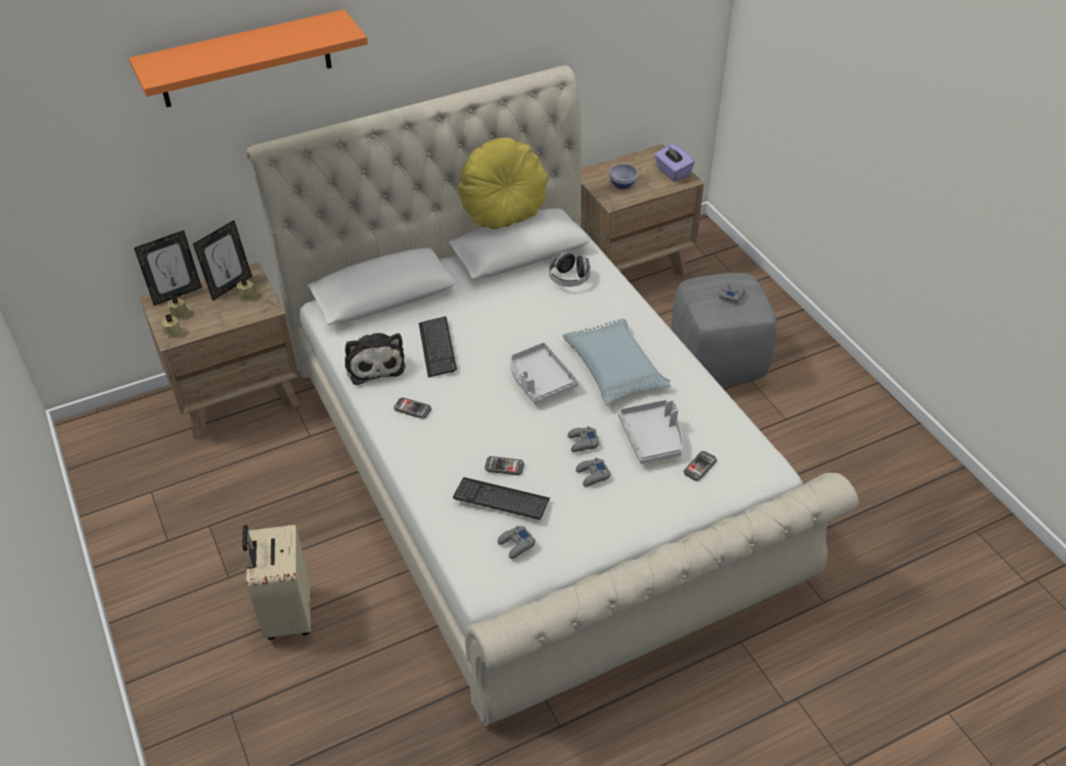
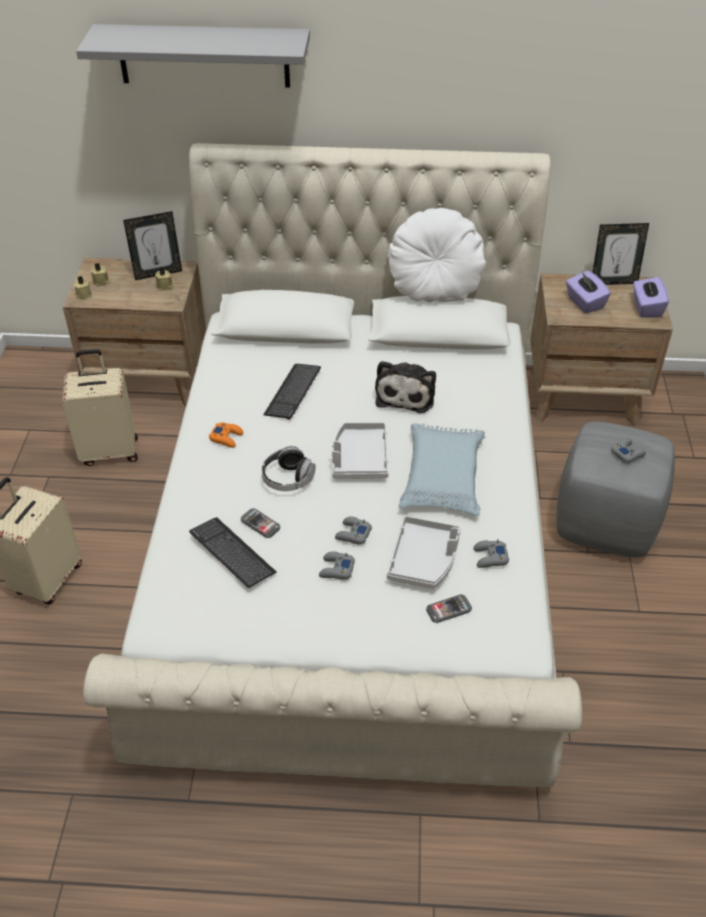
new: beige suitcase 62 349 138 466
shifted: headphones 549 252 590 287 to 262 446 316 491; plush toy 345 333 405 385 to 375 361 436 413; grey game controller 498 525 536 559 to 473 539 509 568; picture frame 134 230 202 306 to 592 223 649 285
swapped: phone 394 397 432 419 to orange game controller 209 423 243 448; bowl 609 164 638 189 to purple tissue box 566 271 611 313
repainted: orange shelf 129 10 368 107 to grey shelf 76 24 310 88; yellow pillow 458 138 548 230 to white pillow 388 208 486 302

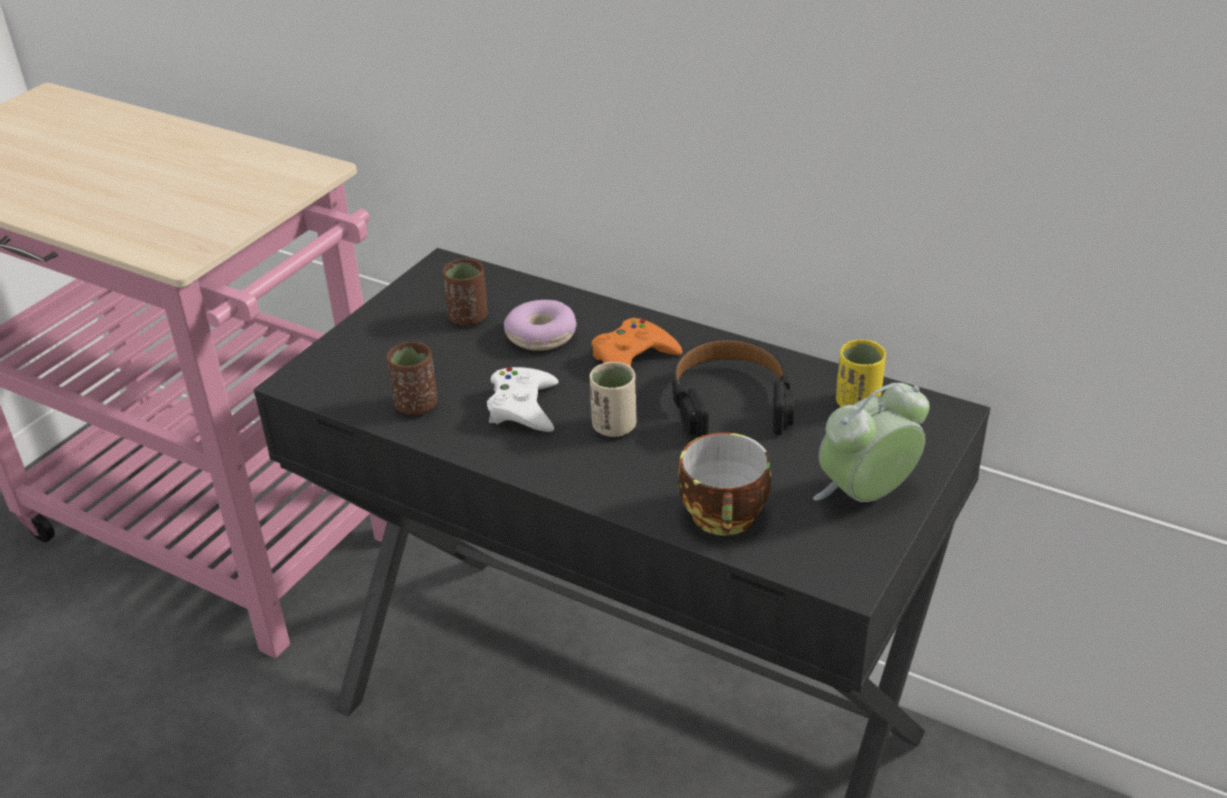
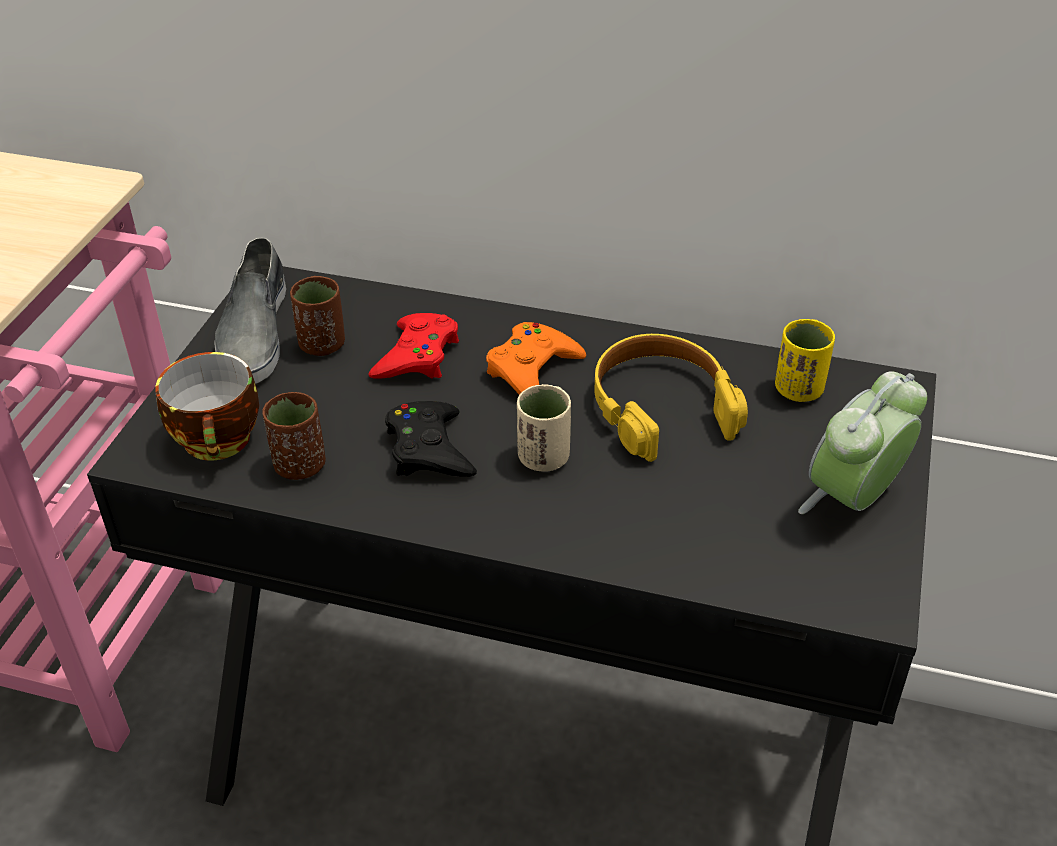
new: grey shoe 214 238 286 384
shifted: cup 678 432 771 535 to 155 352 259 460
swapped: donut 504 300 577 351 to red game controller 368 313 459 379
repainted: white game controller 487 367 558 432 to black game controller 385 401 477 477; black headphones 672 338 794 438 to yellow headphones 594 334 748 462

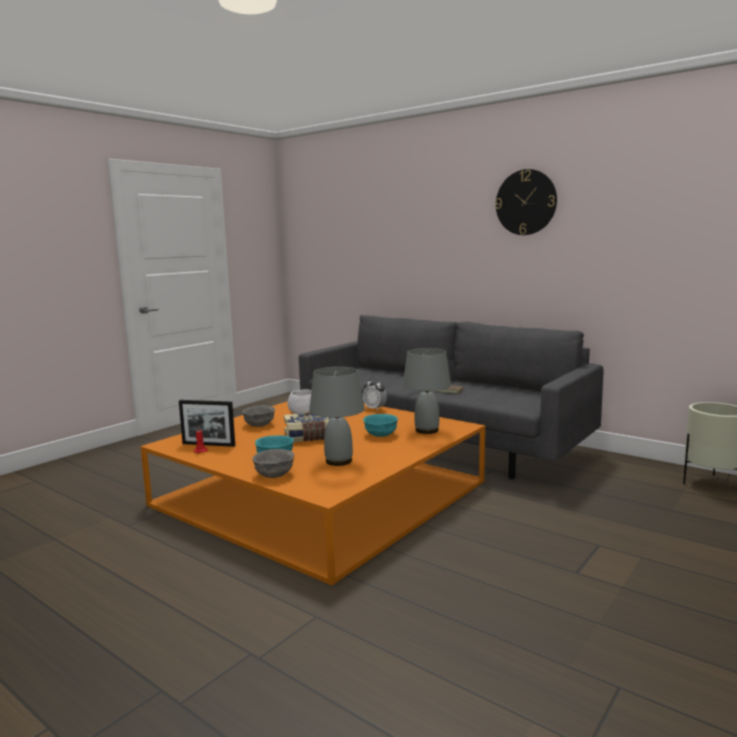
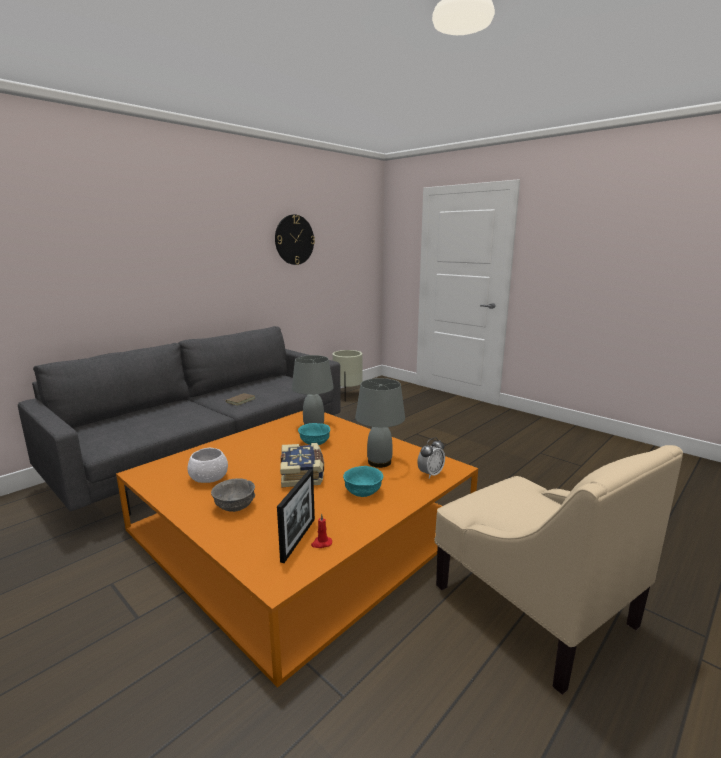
gone: grey bowl 252 449 294 478
new: beige armchair 434 445 683 695
shifted: wall clock 495 169 557 235 to 275 214 315 265; alarm clock 363 377 387 411 to 417 437 445 479

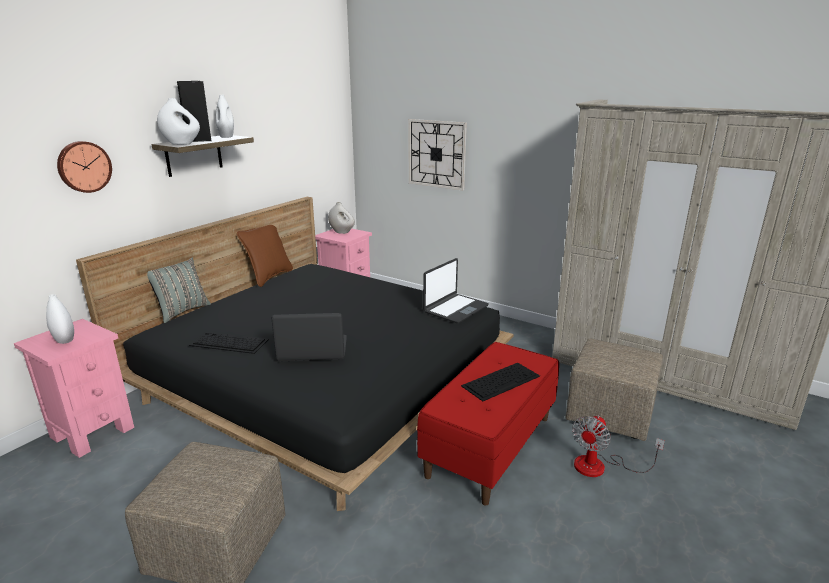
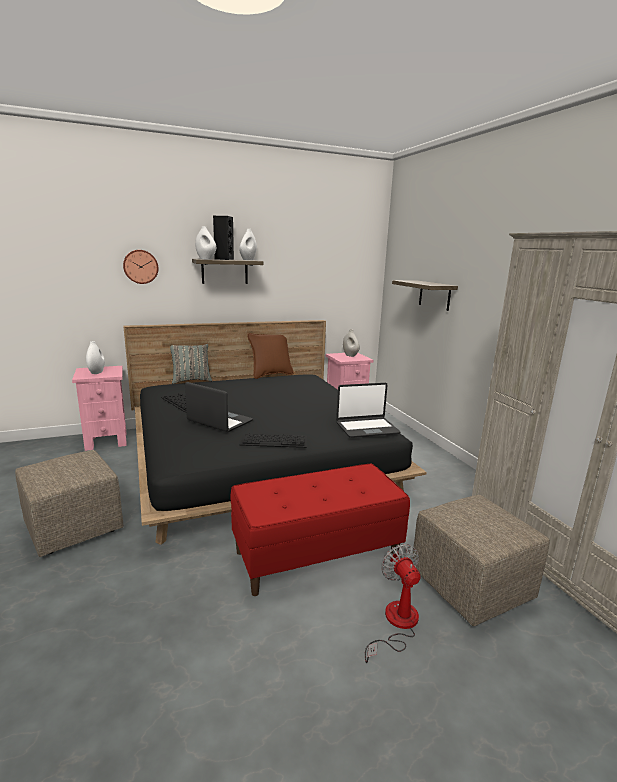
shifted: keyboard 461 363 540 401 to 240 434 307 448
swapped: wall clock 408 119 467 191 to shelf 392 280 458 311
rotated: fan 572 415 665 477 = 365 544 421 663 90 degrees clockwise

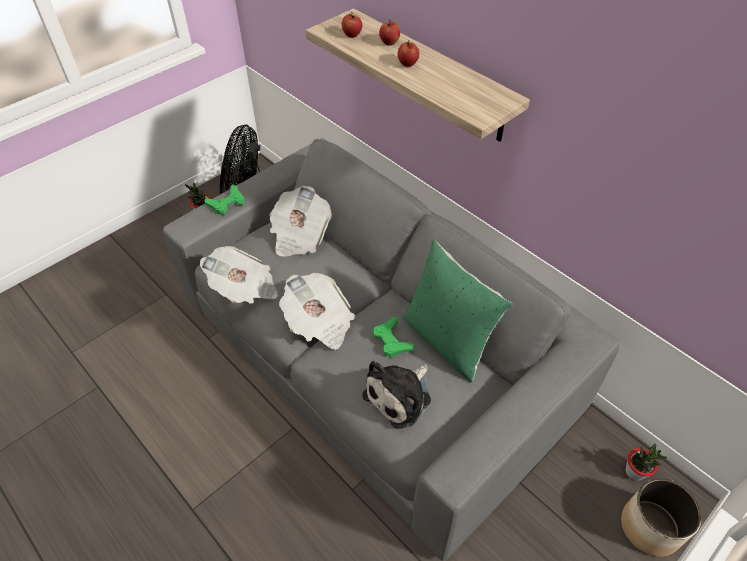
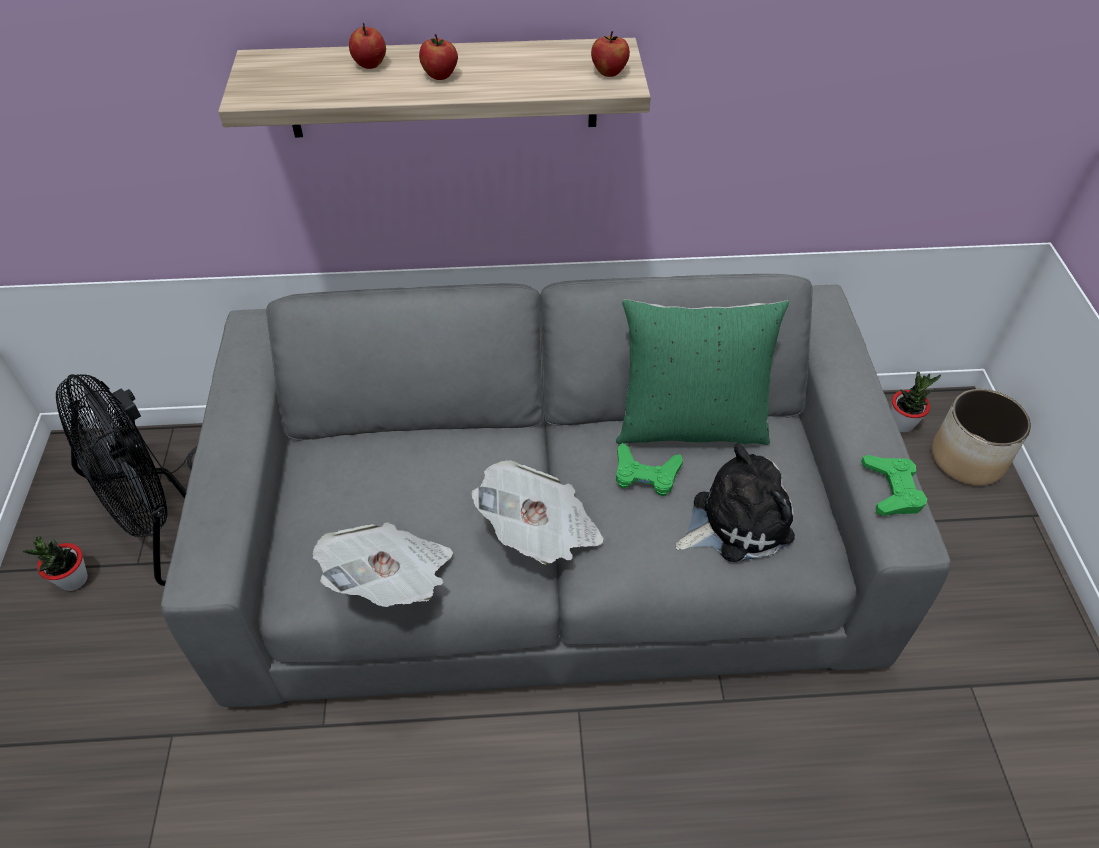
gone: newspaper 269 186 332 257
shifted: apple 342 12 362 38 to 591 31 630 77; green game controller 205 185 245 215 to 861 455 927 516
rotated: plush toy 362 361 431 429 = 676 443 795 562 105 degrees counterclockwise

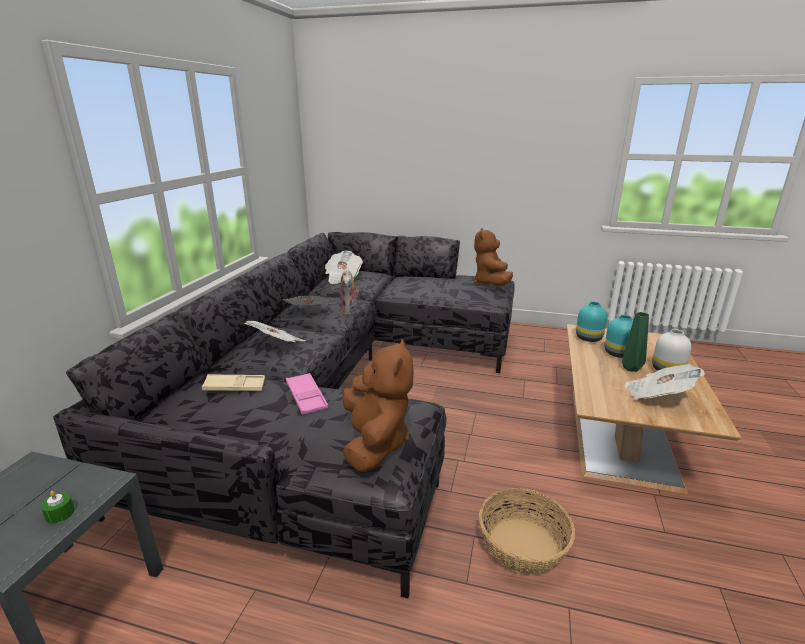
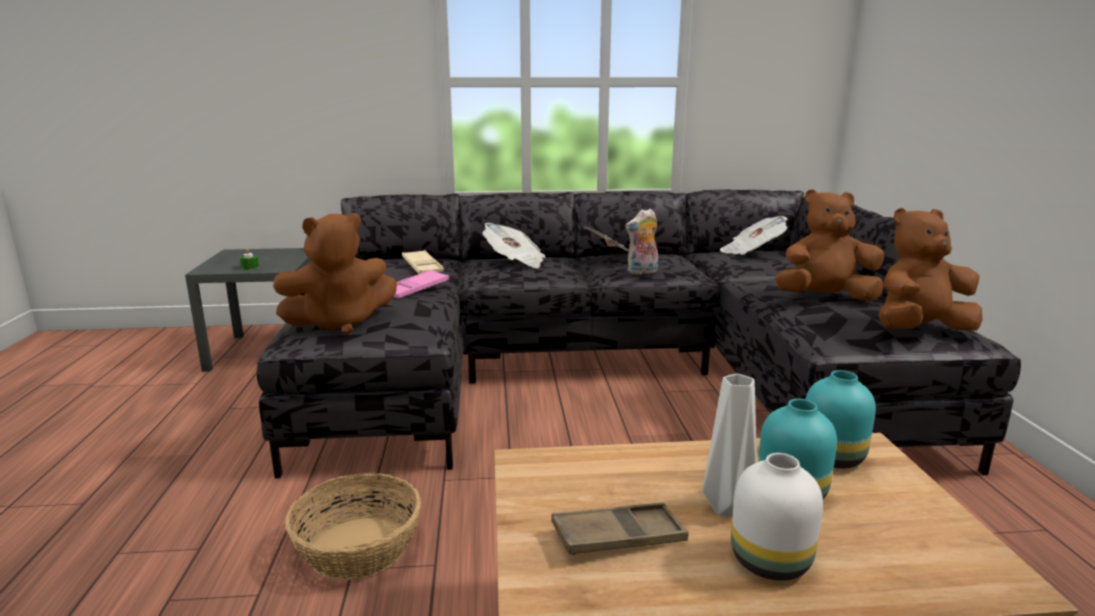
new: brown plush toy 776 189 884 301
swapped: newspaper 624 364 705 400 to brown tray 551 502 689 555
repainted: green vase 622 312 649 372 to grey vase 703 374 757 517

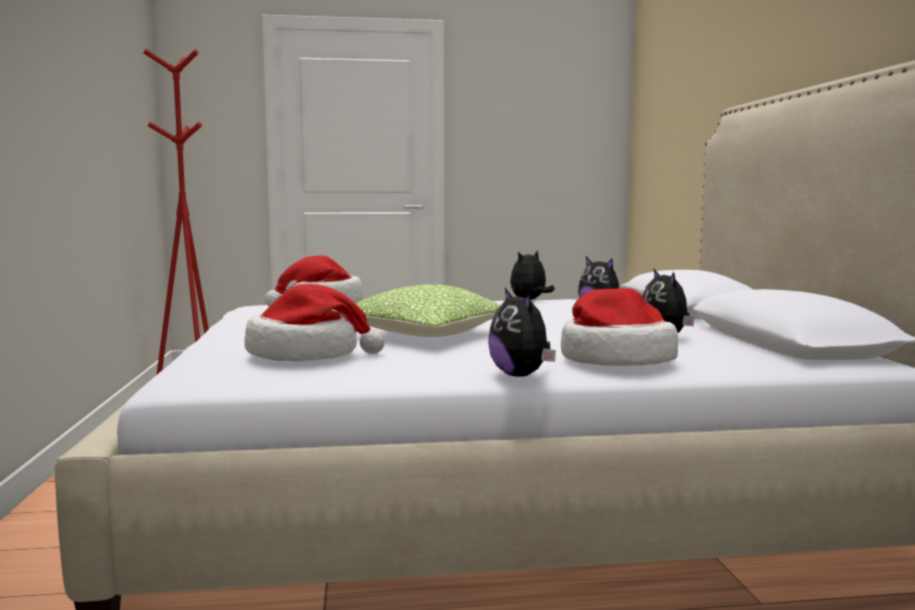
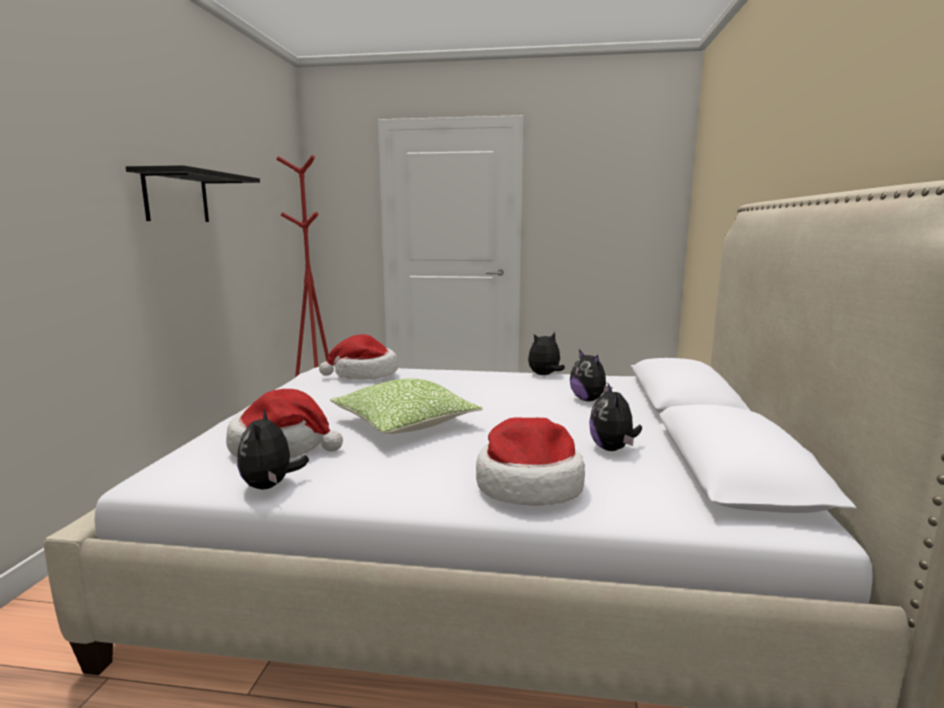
new: black shelf 126 165 260 222
shifted: plush toy 488 288 556 377 to 237 408 309 489

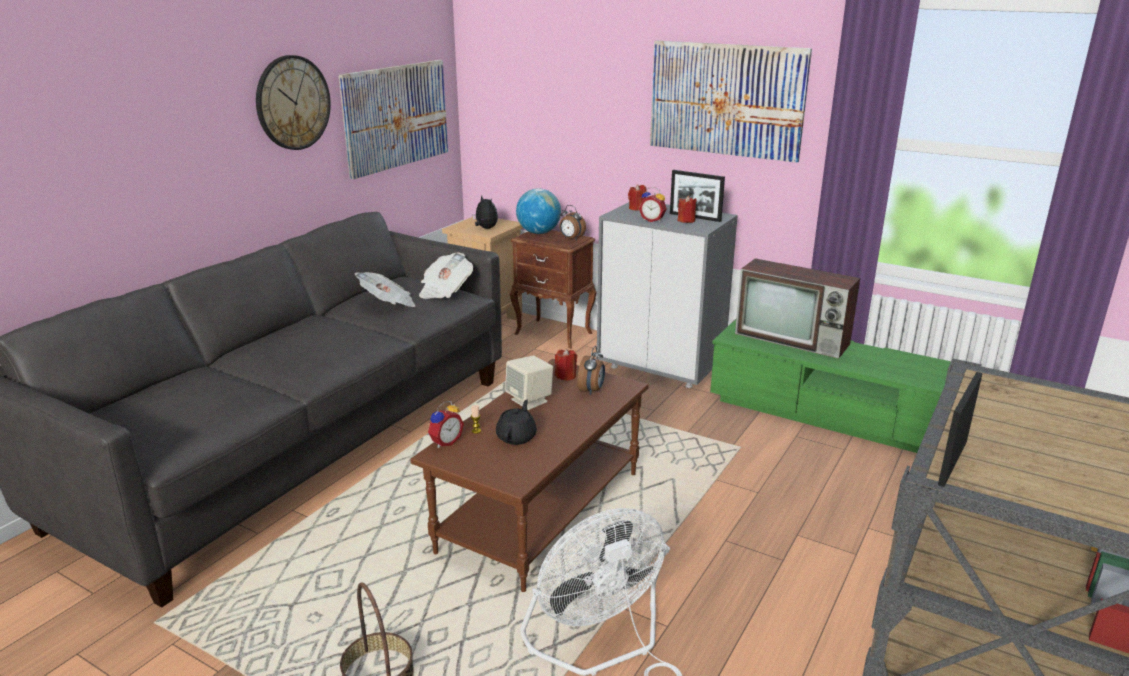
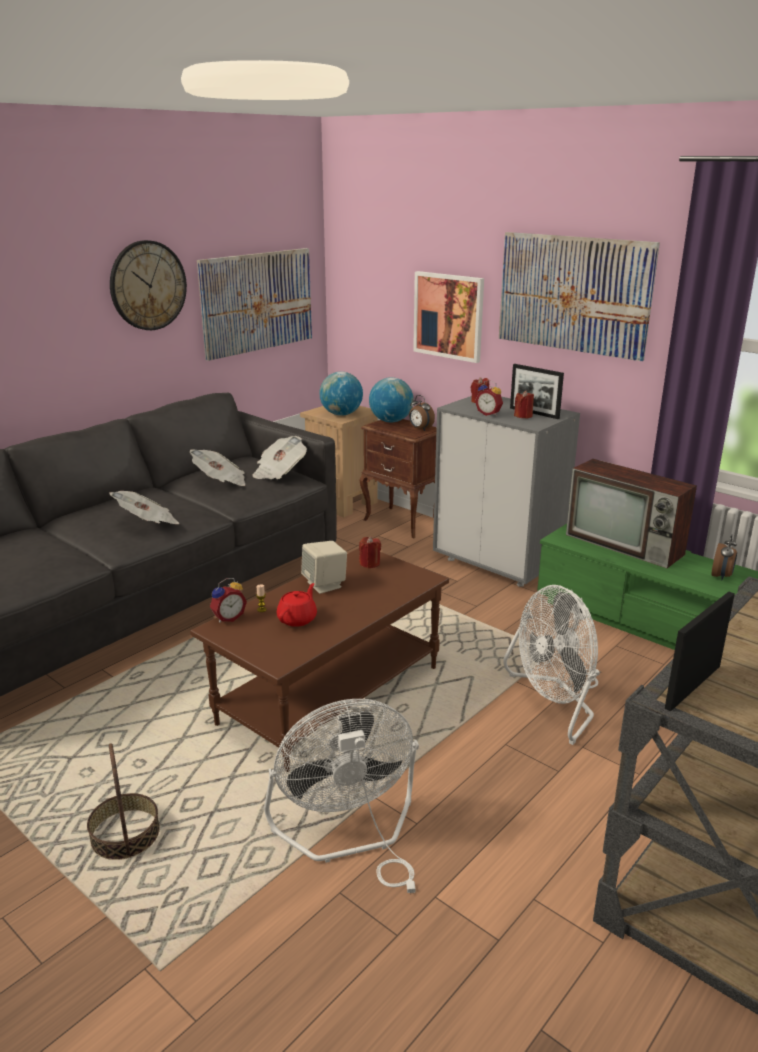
new: newspaper 109 491 180 524; picture 413 271 484 363; white fan 503 585 601 745
shifted: alarm clock 577 346 605 395 to 711 535 737 580
swapped: plush toy 473 196 498 229 to globe 319 372 363 416
repainted: black teapot 496 400 537 445 to red teapot 277 583 317 627

